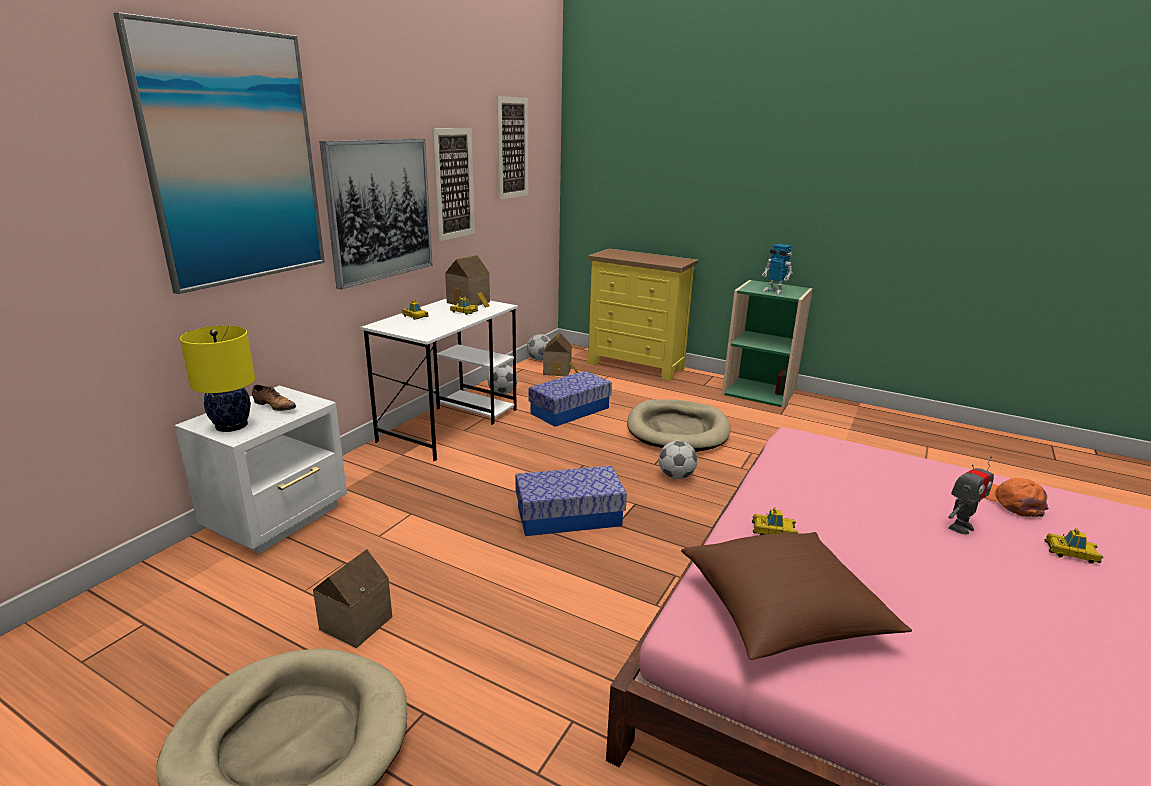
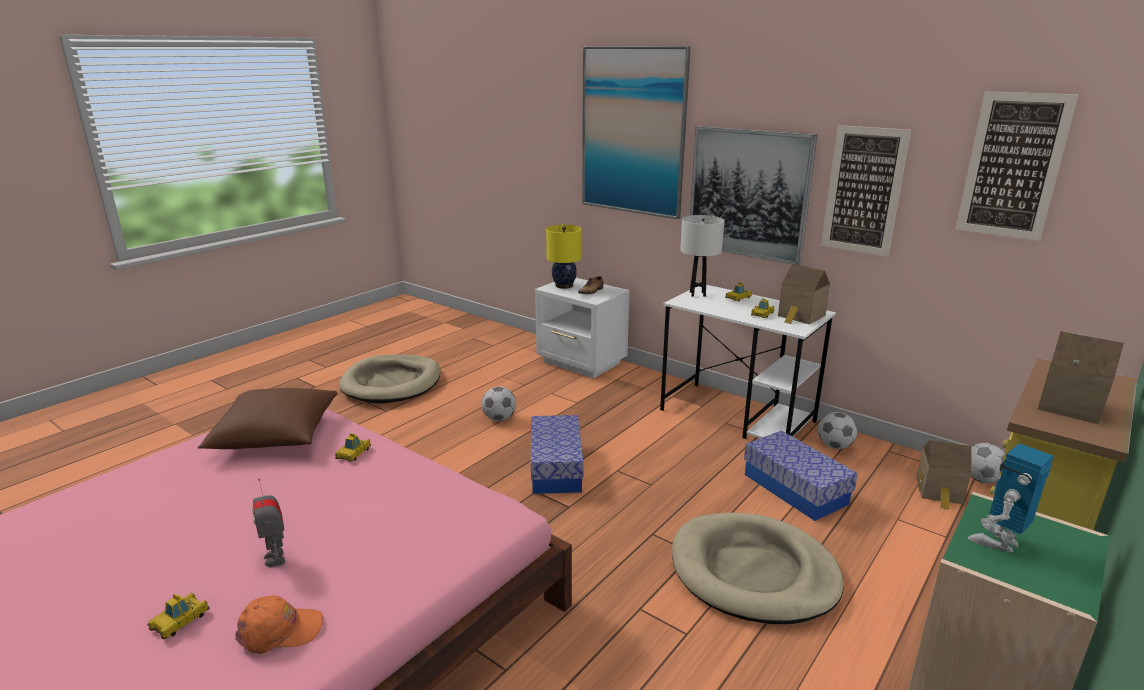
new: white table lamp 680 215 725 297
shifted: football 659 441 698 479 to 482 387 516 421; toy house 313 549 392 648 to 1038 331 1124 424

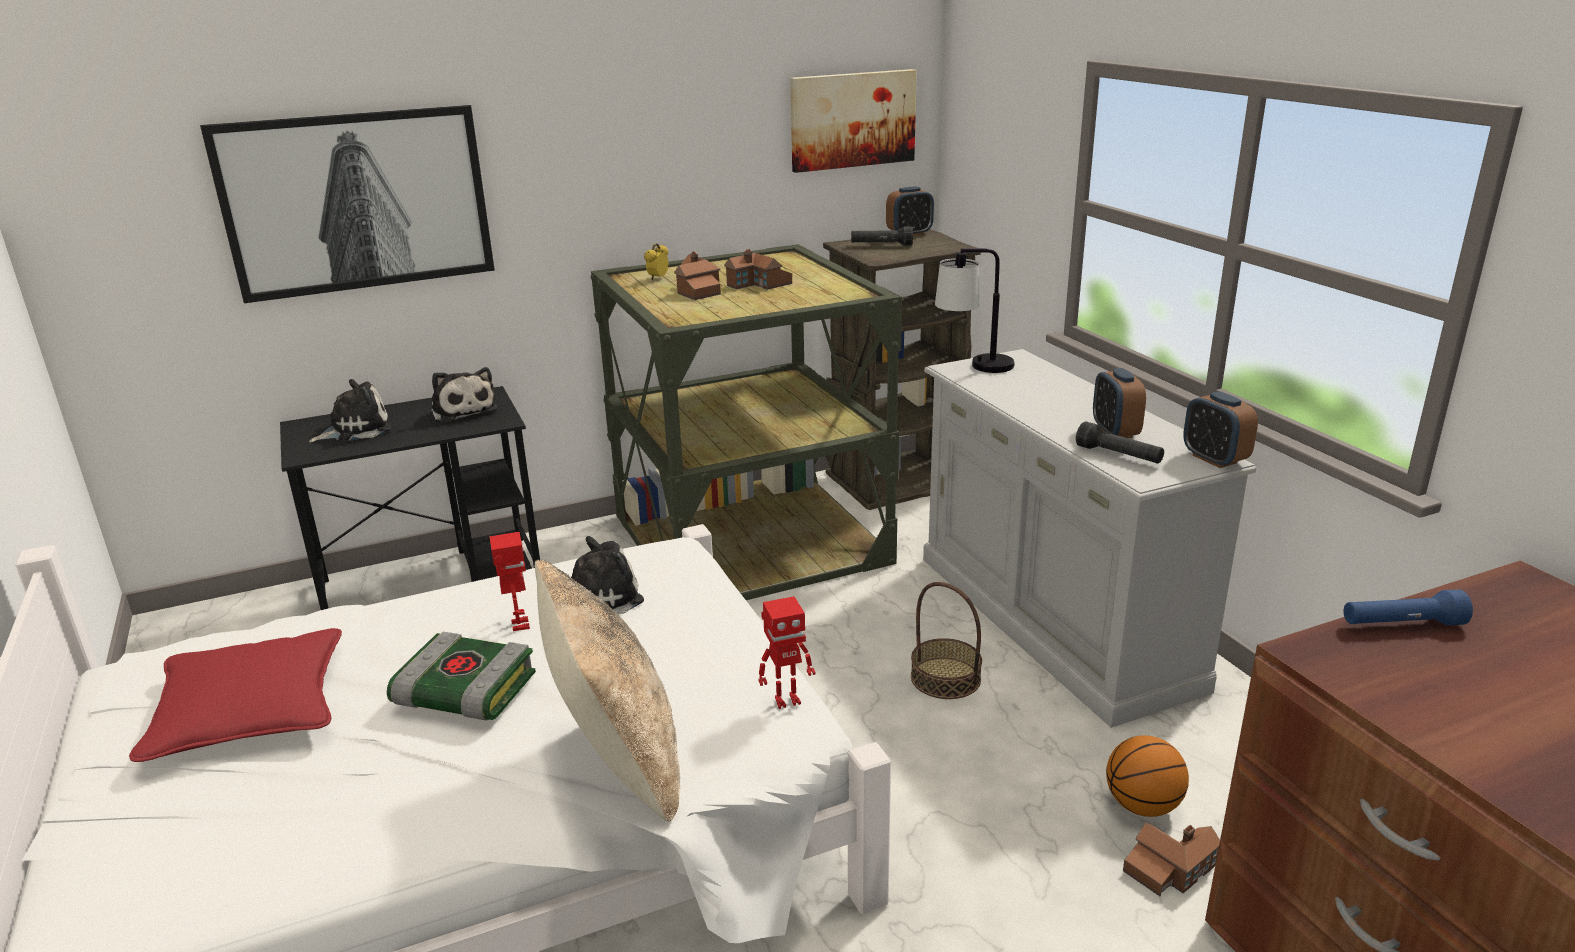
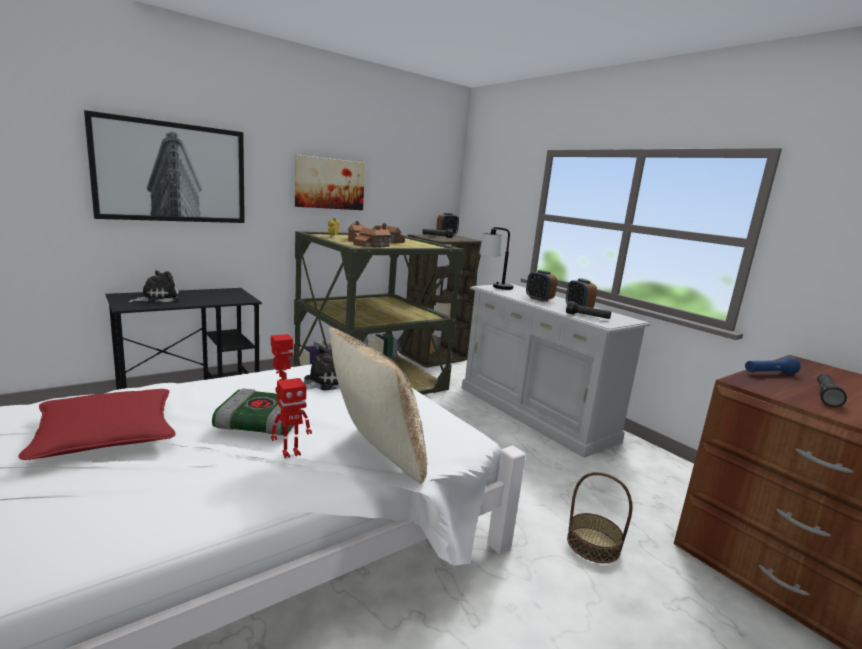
gone: plush toy 430 367 497 423; basketball 1106 735 1189 817
new: black flashlight 817 374 847 407
shifted: toy robot 758 596 815 709 to 271 378 312 458; picture 790 69 917 173 to 295 155 365 210; toy house 1123 822 1220 896 to 353 225 391 247; alarm clock 1183 391 1258 468 to 526 270 557 302; basket 911 582 982 699 to 567 472 632 563

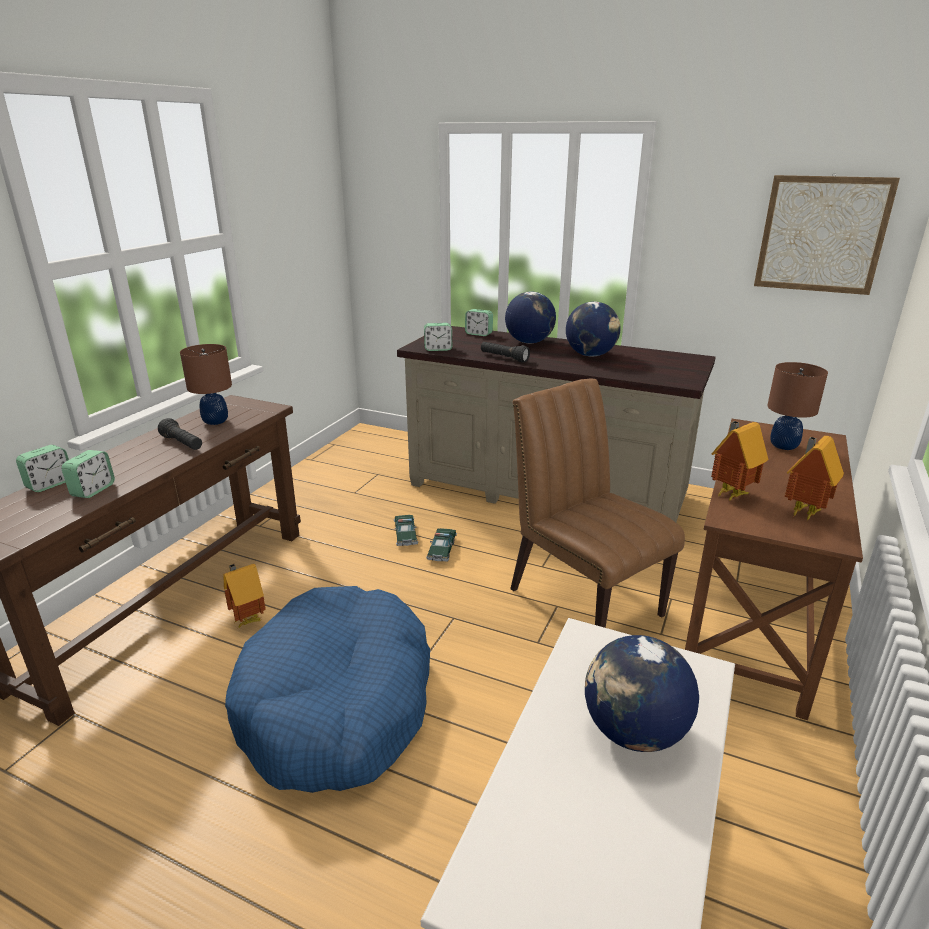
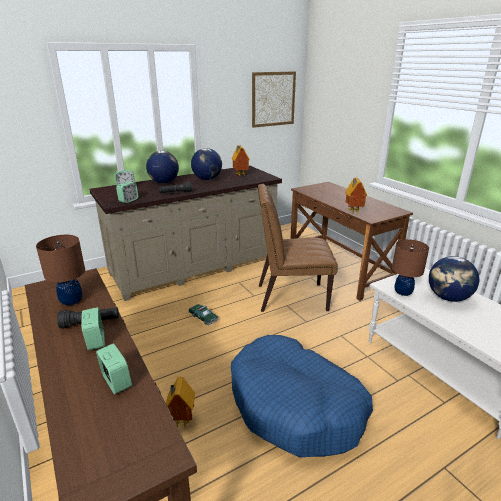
gone: toy car 394 515 418 546
shifted: alarm clock 16 445 69 492 to 81 307 105 350; toy house 785 436 844 521 to 232 145 250 177; brown table lamp 767 362 828 450 to 392 239 429 296

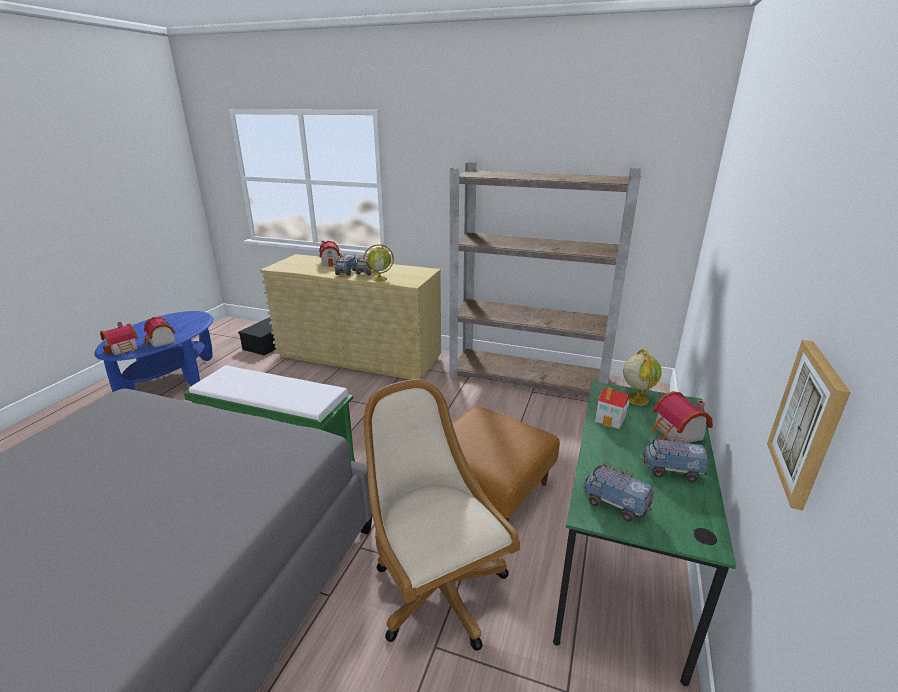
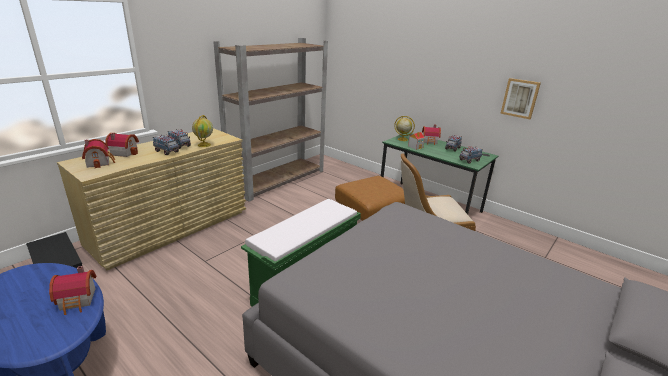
shifted: toy house 100 322 138 356 to 82 139 115 168

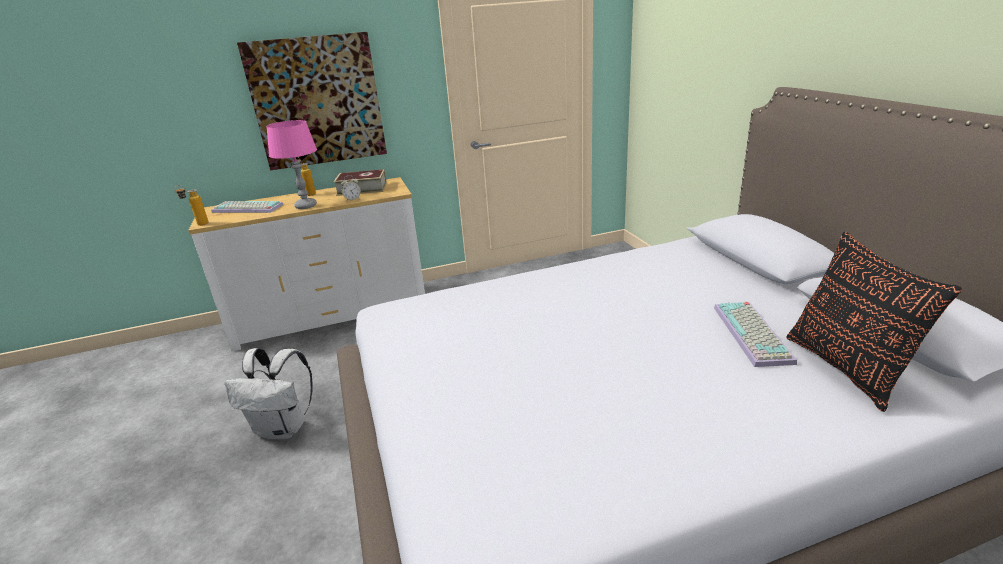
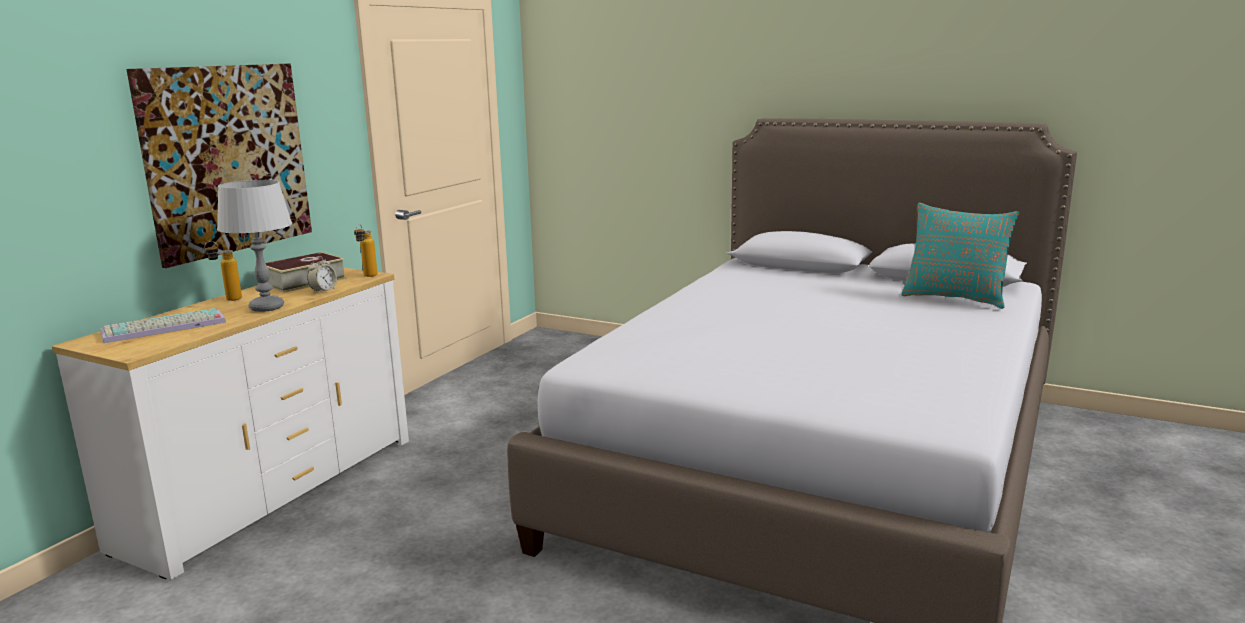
gone: white backpack 225 348 313 439; keyboard 714 302 797 367
shifted: bottle 175 185 209 226 to 354 224 378 277
repainted: pink table lamp 266 120 317 209 to grey table lamp 217 180 292 312; black pillow 786 232 962 412 to turquoise pillow 902 203 1019 309

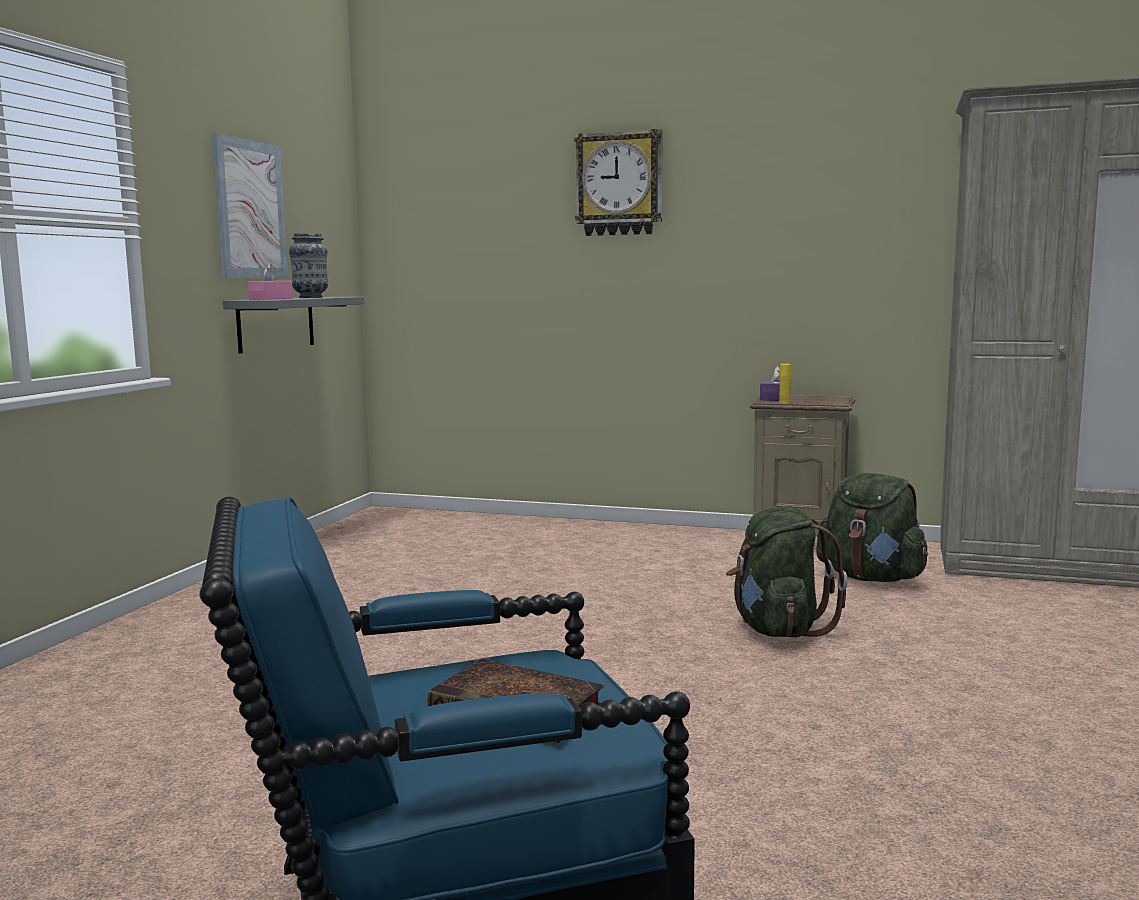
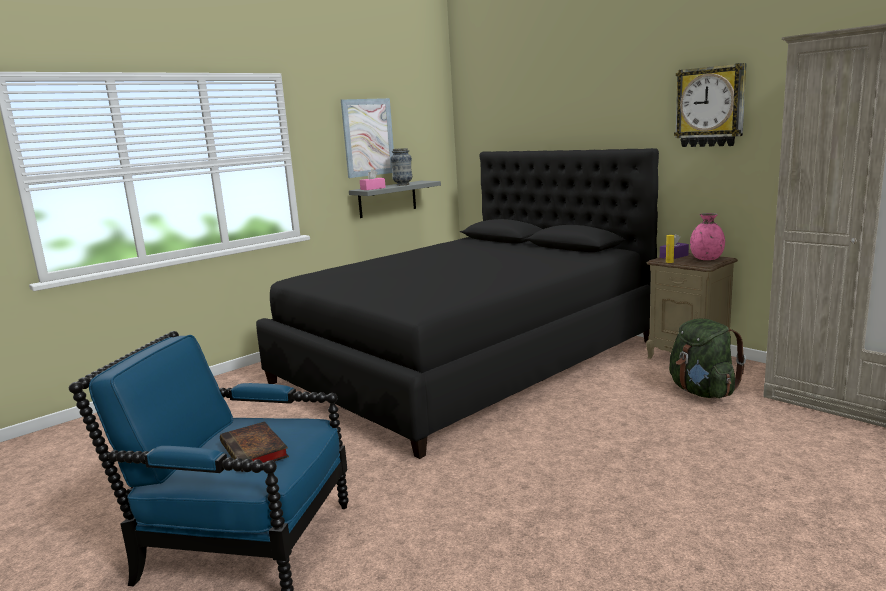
gone: green backpack 726 507 848 637
new: black bed 256 148 659 459; pink vase 690 213 725 260
shifted: wall clock 574 129 662 236 to 674 63 747 147

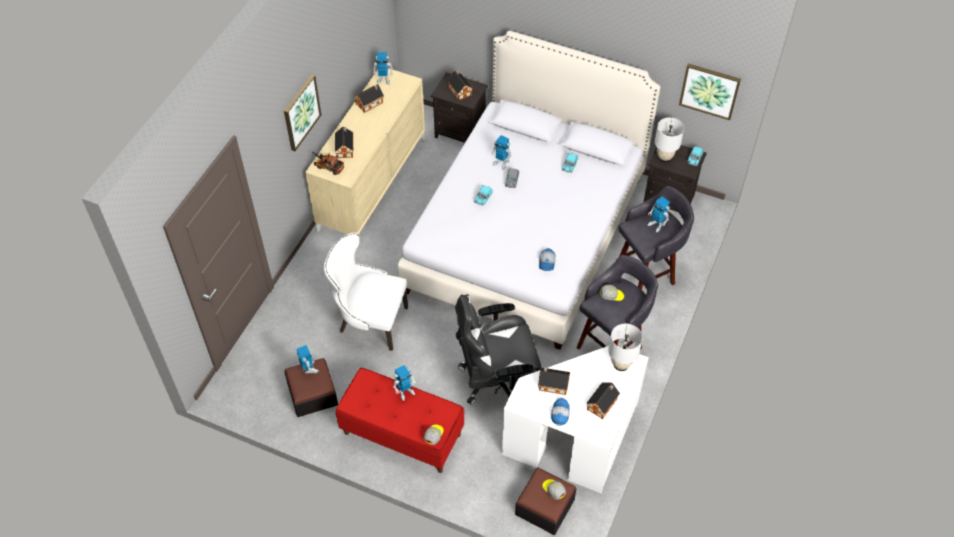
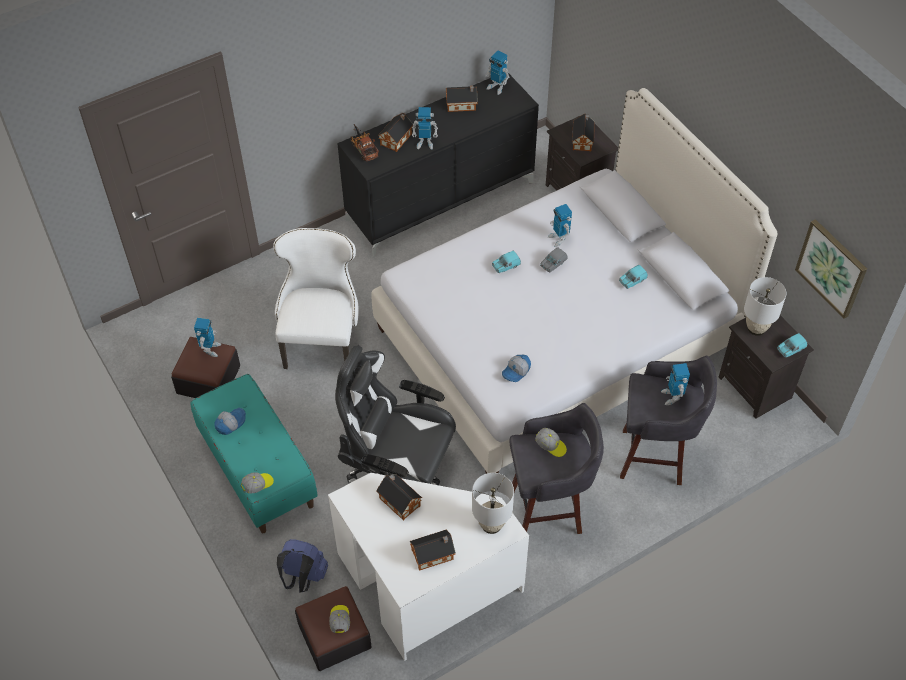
gone: picture 284 74 321 151
new: blue backpack 277 539 328 593
shifted: cap 551 398 570 426 to 215 408 246 435; toy robot 393 365 416 401 to 412 107 438 150
repainted: red bench 336 368 464 473 to turquoise bench 190 374 318 533; beige dresser 305 68 425 235 to black dresser 337 73 539 257
rotated: white chair 324 233 408 351 = 273 228 359 369 45 degrees clockwise

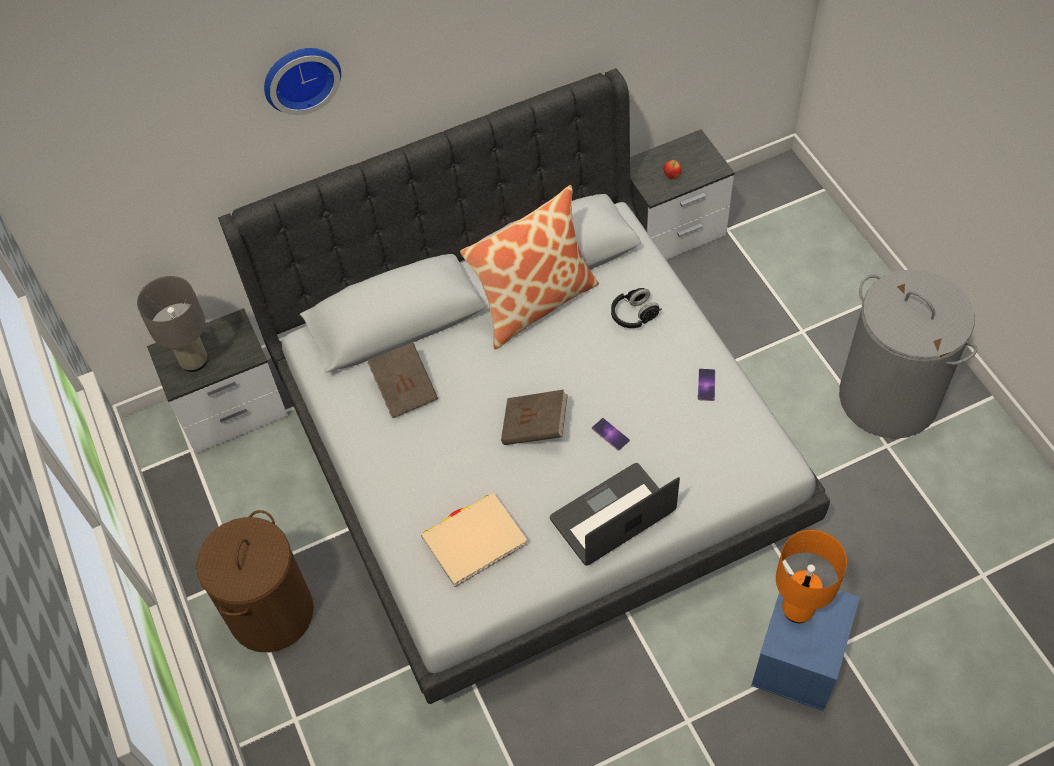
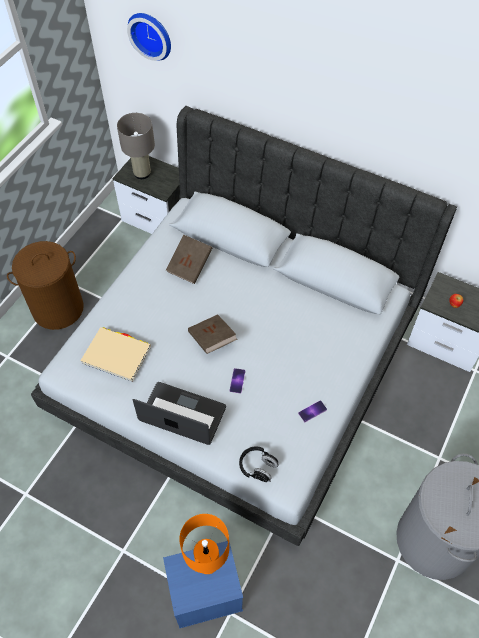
gone: pillow 460 185 599 350
shifted: wall clock 264 48 341 115 to 127 13 171 61; black headphones 611 288 662 328 to 239 446 279 482

